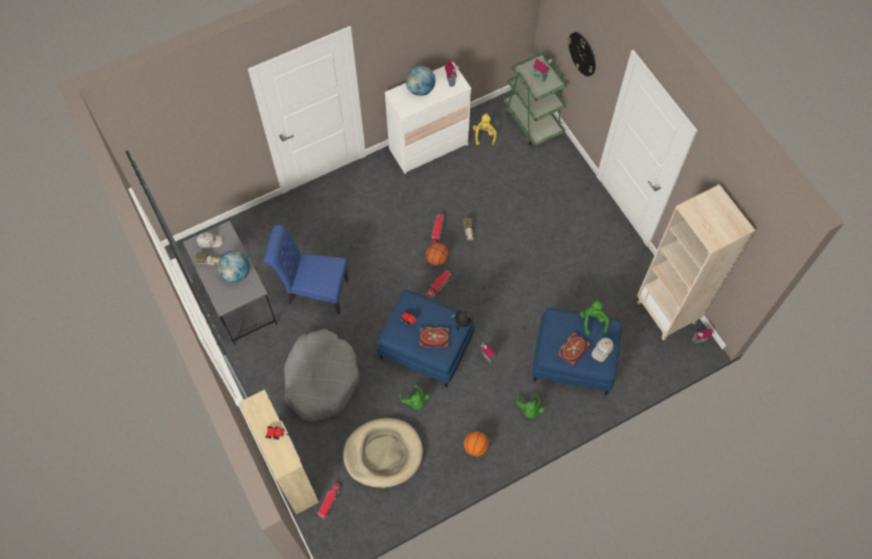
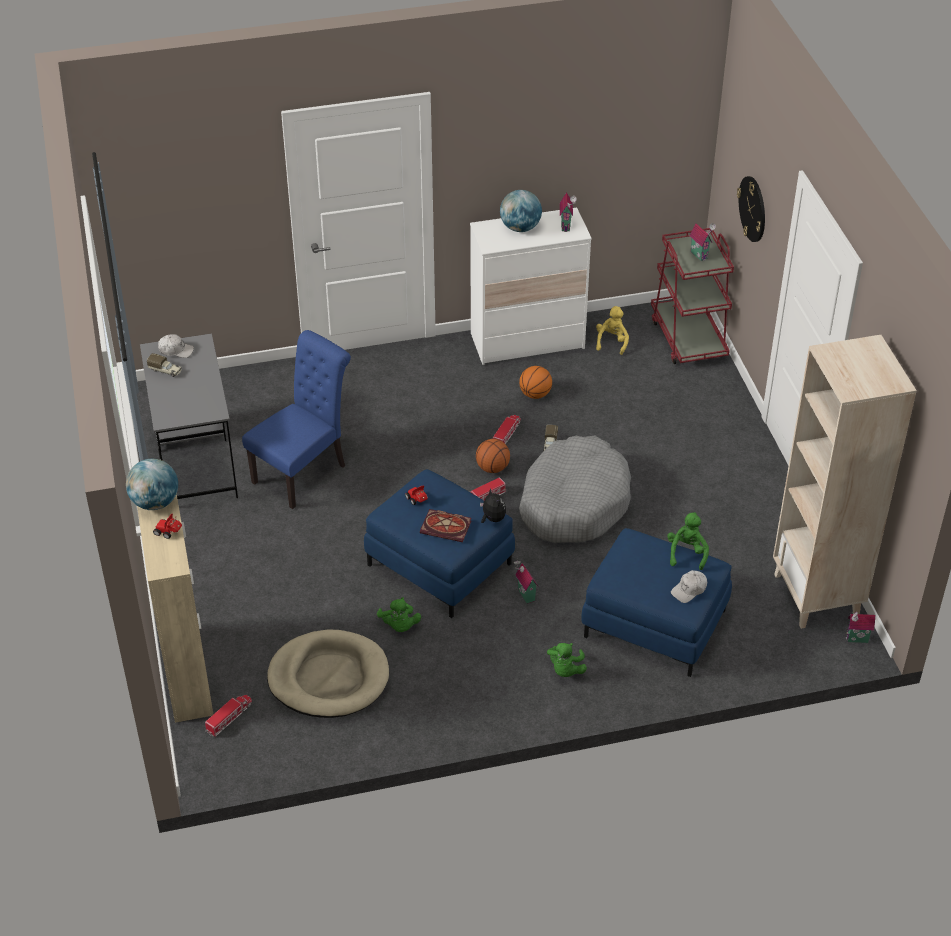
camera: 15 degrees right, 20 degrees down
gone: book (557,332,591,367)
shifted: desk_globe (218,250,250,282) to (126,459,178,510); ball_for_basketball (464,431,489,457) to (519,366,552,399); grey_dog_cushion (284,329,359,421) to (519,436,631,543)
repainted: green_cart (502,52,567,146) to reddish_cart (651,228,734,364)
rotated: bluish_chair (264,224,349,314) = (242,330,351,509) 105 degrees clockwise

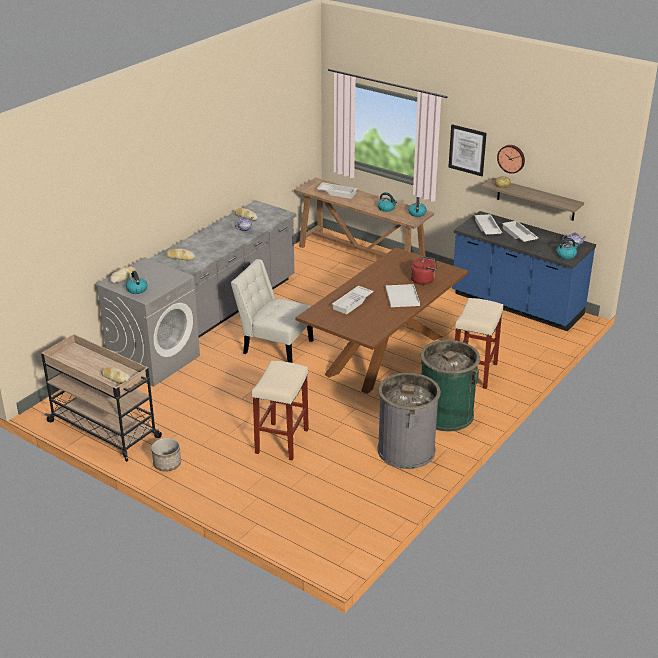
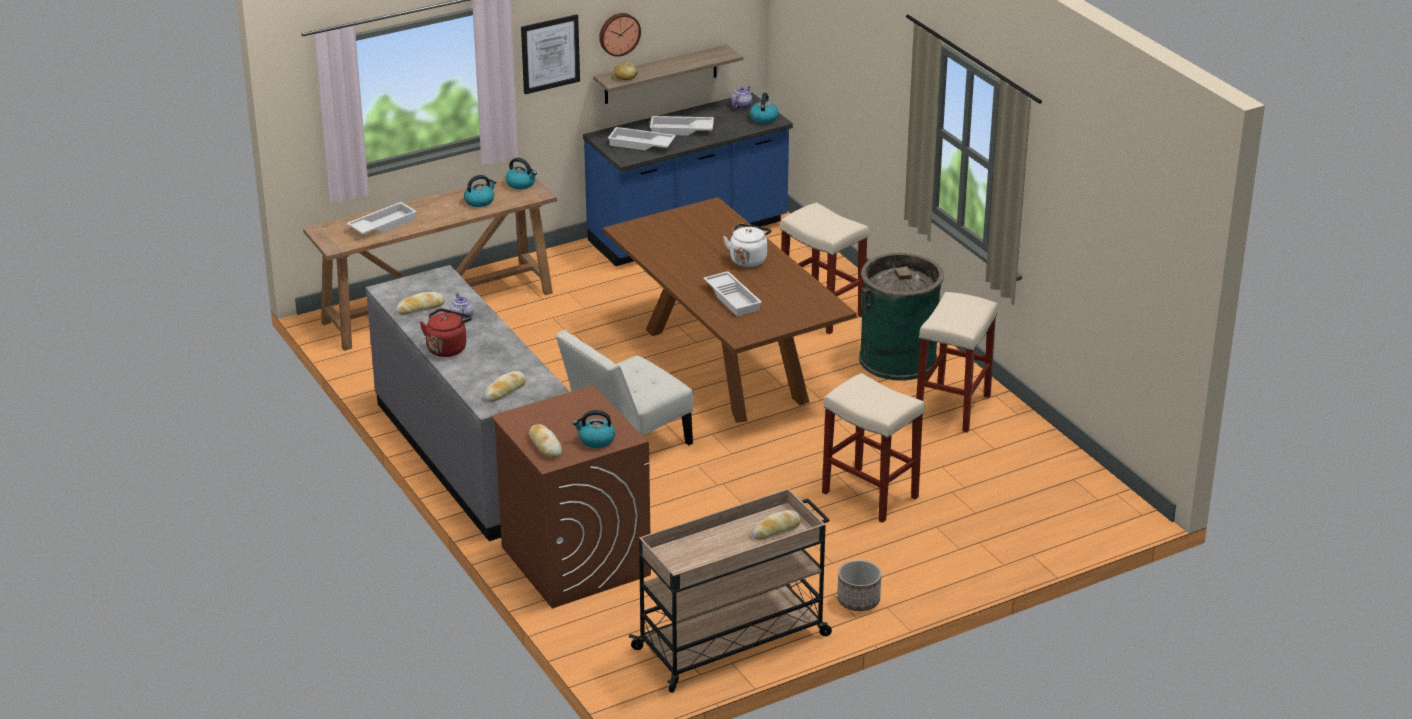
camera: 65 degrees left, 0 degrees up
shifted: reddish_water_kettle (410,256,437,285) to (420,308,472,357)
swapped: whitish_serving_tray (385,284,420,307) to whitish_water_kettle (723,223,771,267); grey_waste_bin (378,373,441,469) to sand-coloured_sitting_stool (916,292,998,433)
repainted: grey_washing_machine (95,257,200,387) to brown_washing_machine (491,385,651,609)

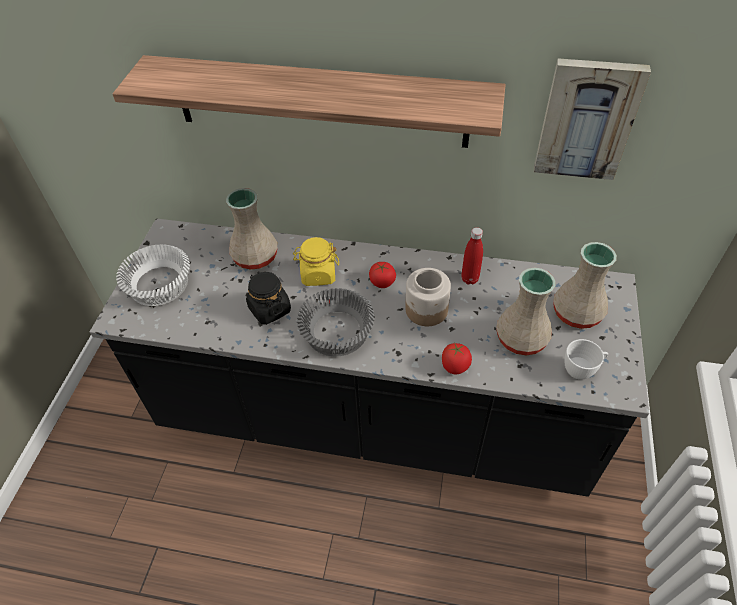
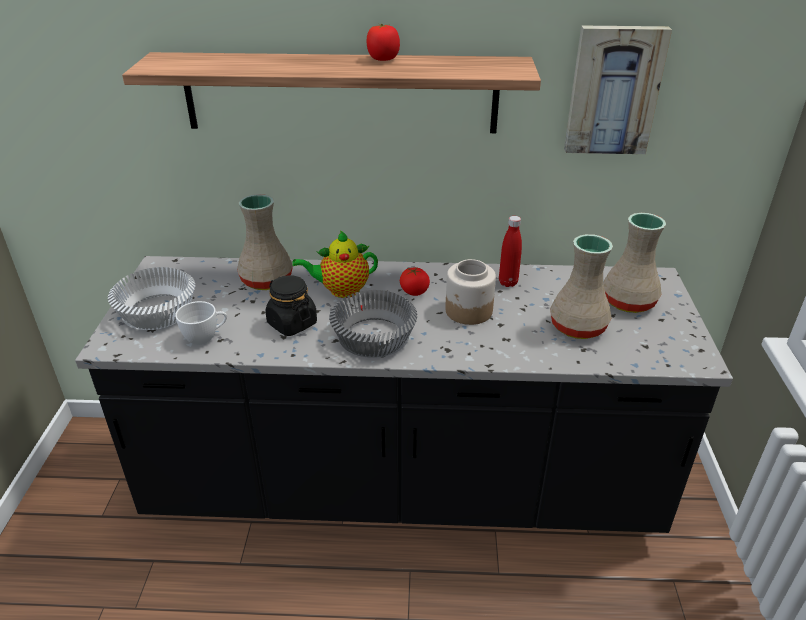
camera: 10 degrees left, 15 degrees down
shifted: whitish_cup (564,339,608,380) to (175,301,227,345); fresh_tomato (442,342,472,374) to (366,24,400,61)
swapped: yellowish_preserve_jar (293,237,339,286) to pot_for_tea (292,231,378,298)

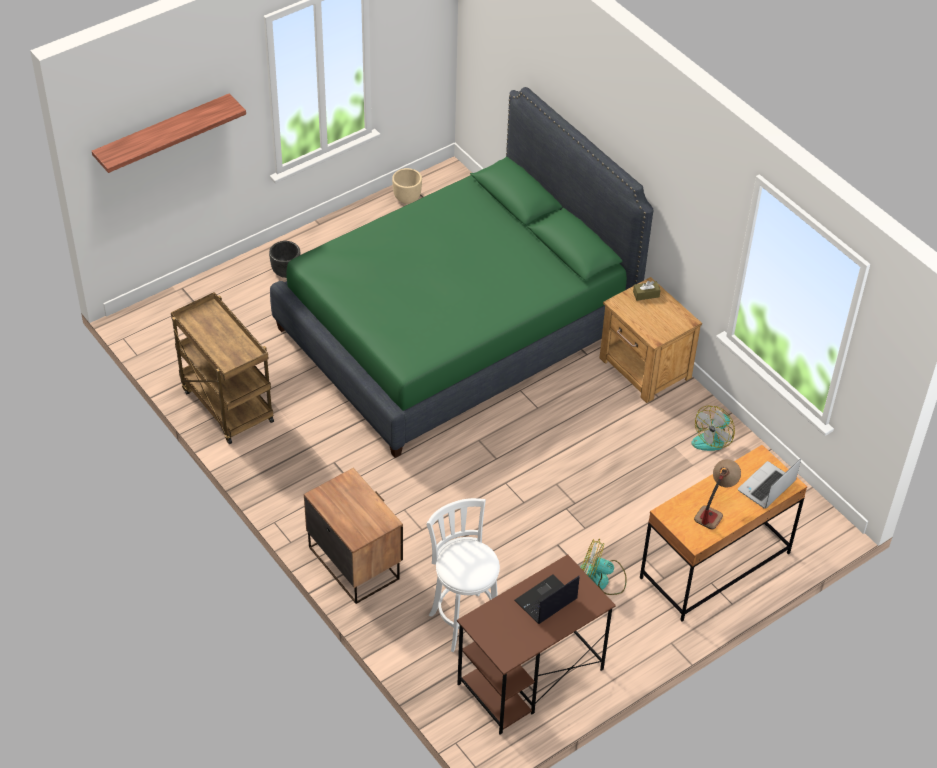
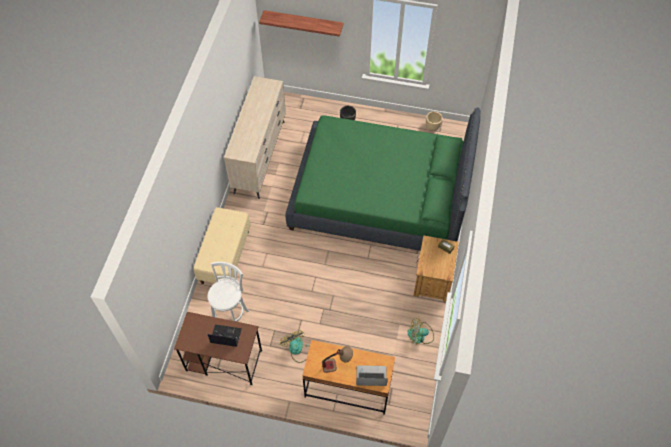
camera: 50 degrees right, 10 degrees up
swapped: nightstand (304,468,403,604) to sand-coloured_long_seat (194,207,251,284); brown_cart (171,292,274,444) to sand-coloured_drawer_chest (224,76,286,199)

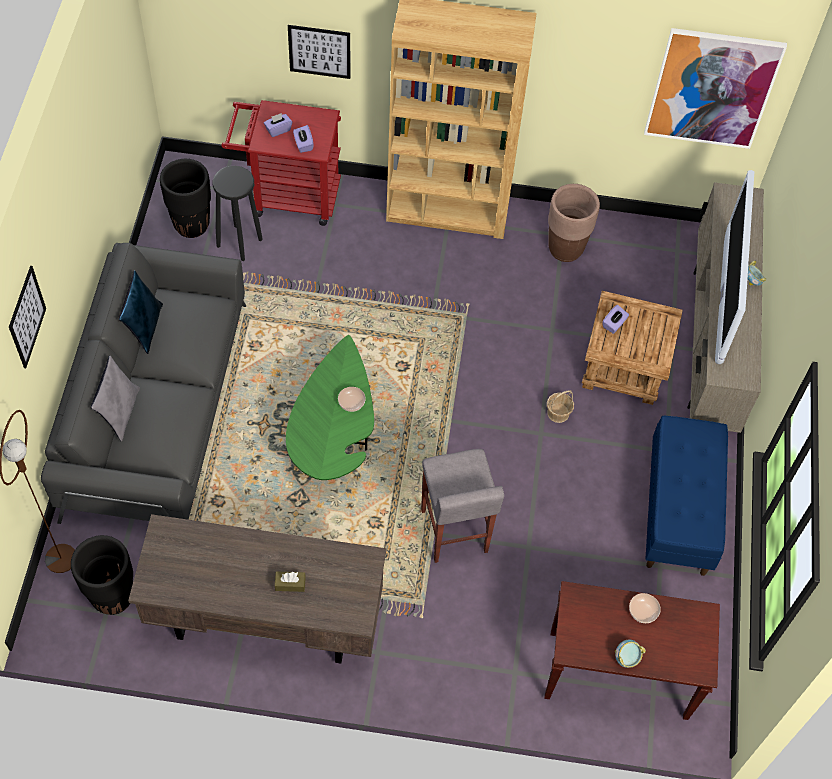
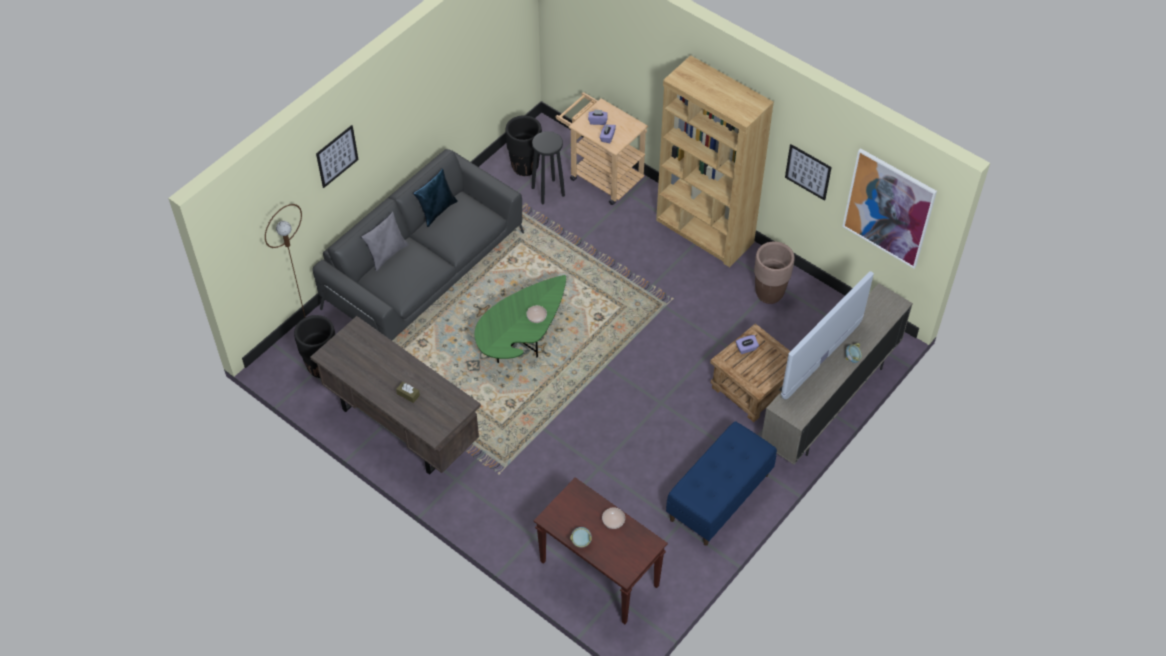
camera: 35 degrees right, 5 degrees down
gone: grey_sitting_stool (421,449,504,563); household_basket (547,390,574,423)
shifted: wall_art (288,25,350,79) to (785,144,832,201)
repainted: reddish_cart (221,100,341,226) to sand-coloured_cart (555,92,648,205)

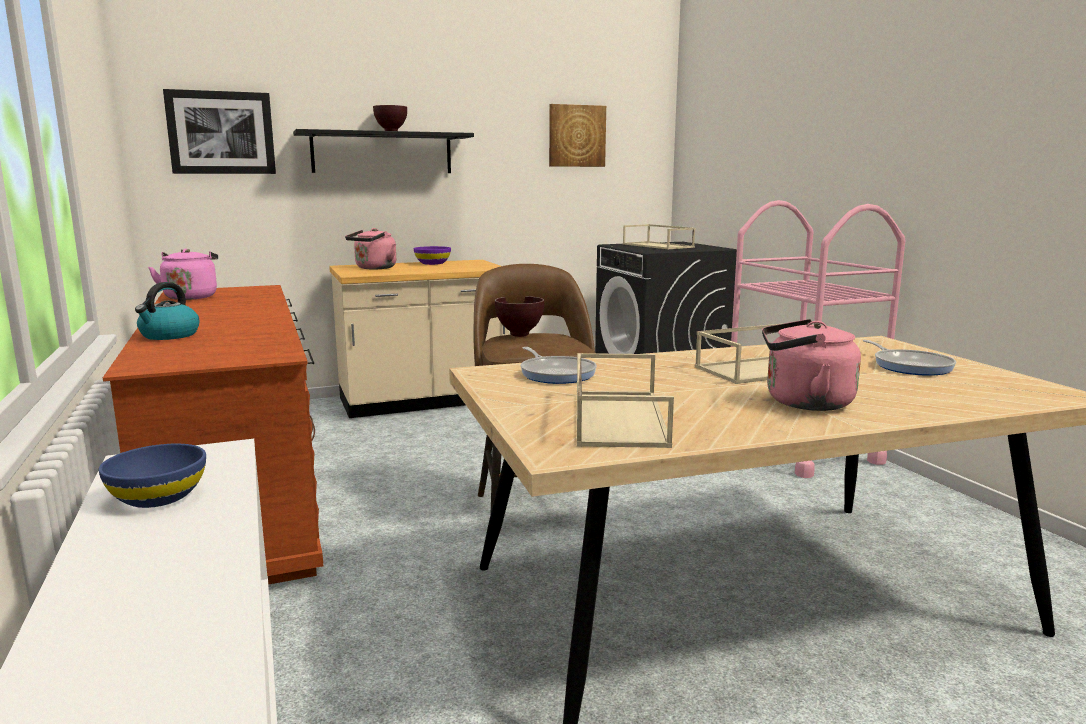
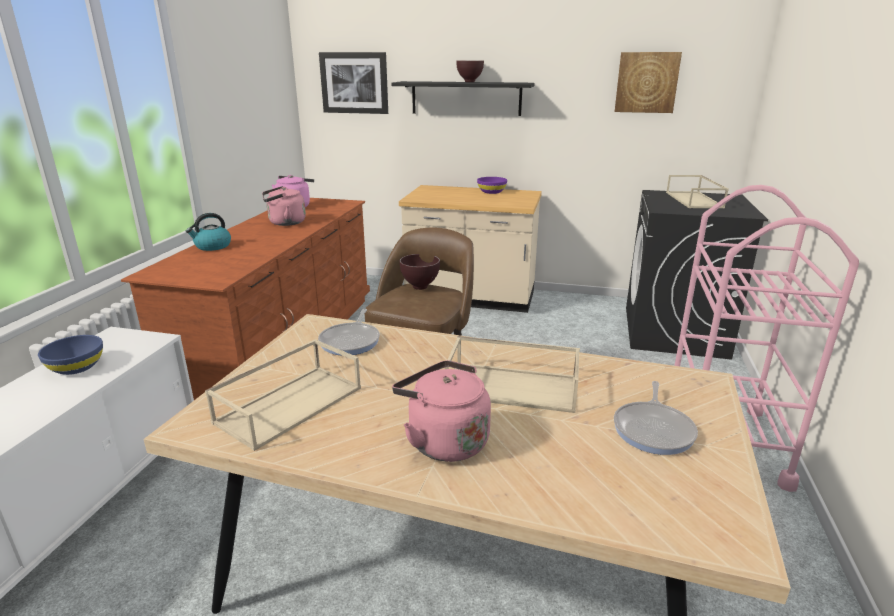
camera: 35 degrees right, 10 degrees up
shifted: pinkish_water_kettle (345,228,396,269) to (262,186,306,226)

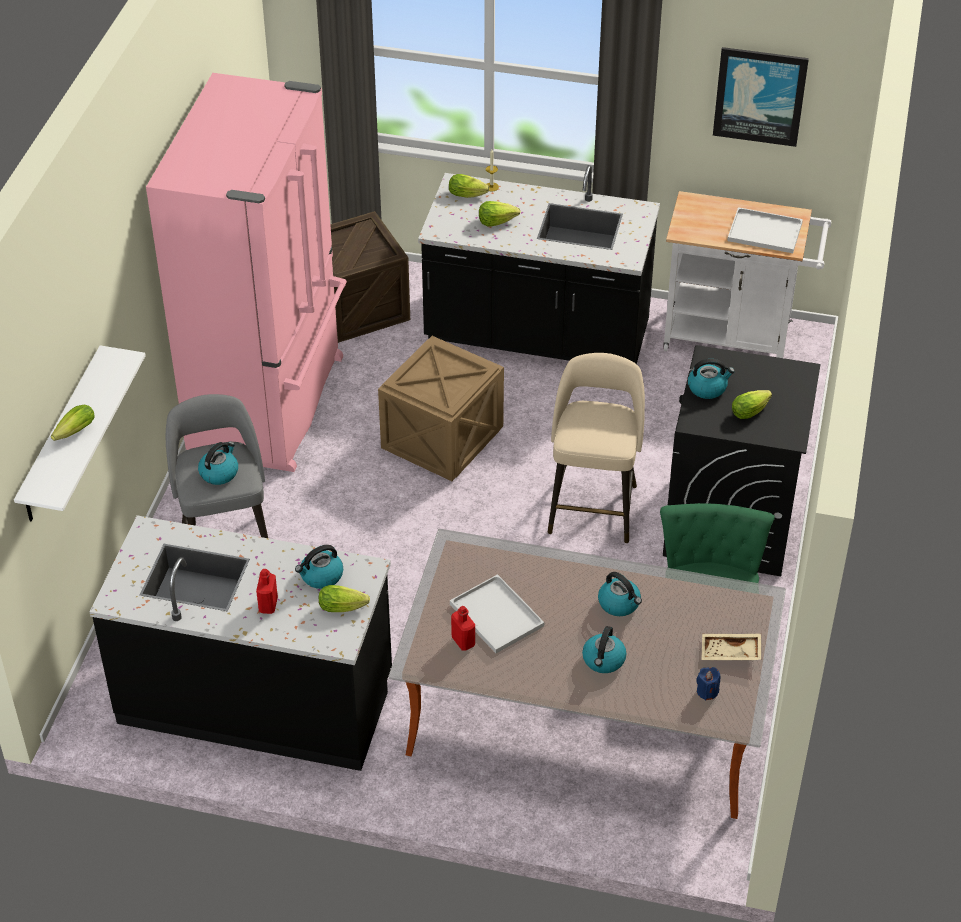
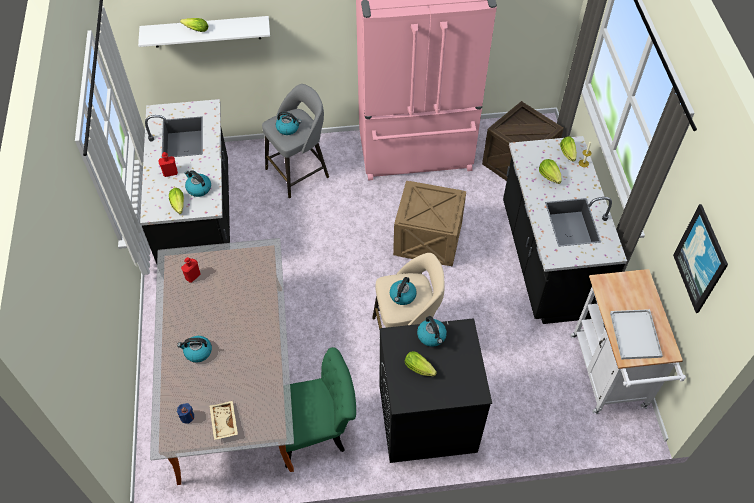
camera: 70 degrees right, 10 degrees up
gone: whitish_serving_tray (450,574,544,653)
shifted: water_kettle (598,572,642,616) to (390,277,417,305)

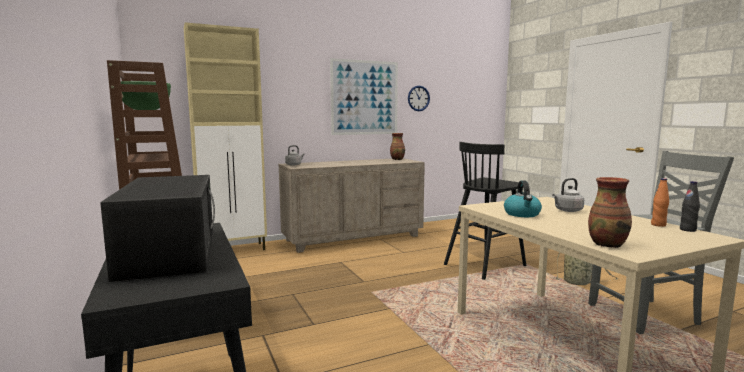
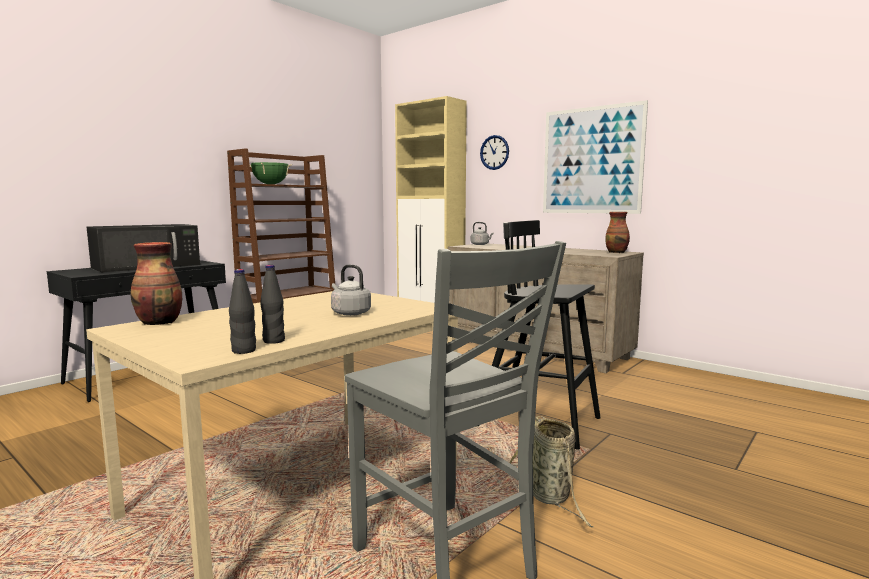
camera: 65 degrees right, 0 degrees up
gone: water_kettle (504,180,542,217)
shifted: hanging_clock (408,86,430,111) to (480,135,509,170)
repainted: orangey_drink_bottle (651,178,669,227) to blackish_drink_bottle (260,265,285,344)

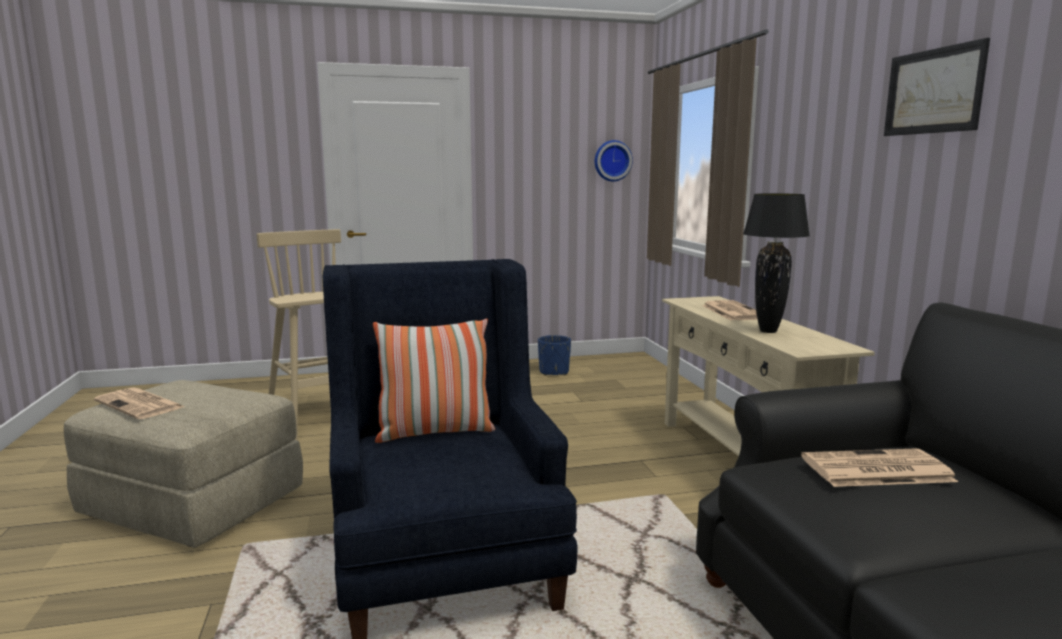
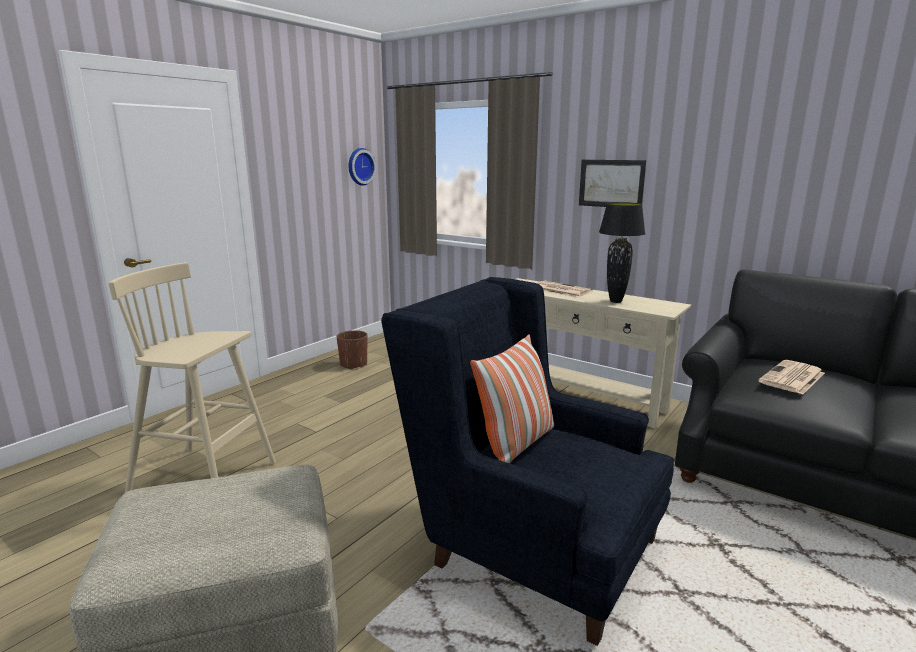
camera: 40 degrees left, 5 degrees up
gone: daily_paper (94,387,184,419)
shifted: wall_art (884,38,990,136) to (579,160,646,207)
repainted: bluish_flower_pot (538,335,571,376) to brown_flower_pot (337,330,367,369)

